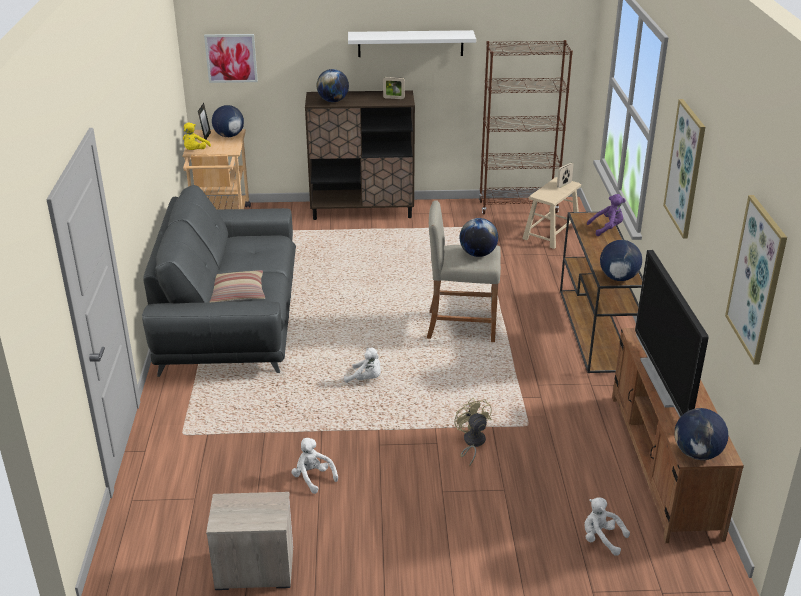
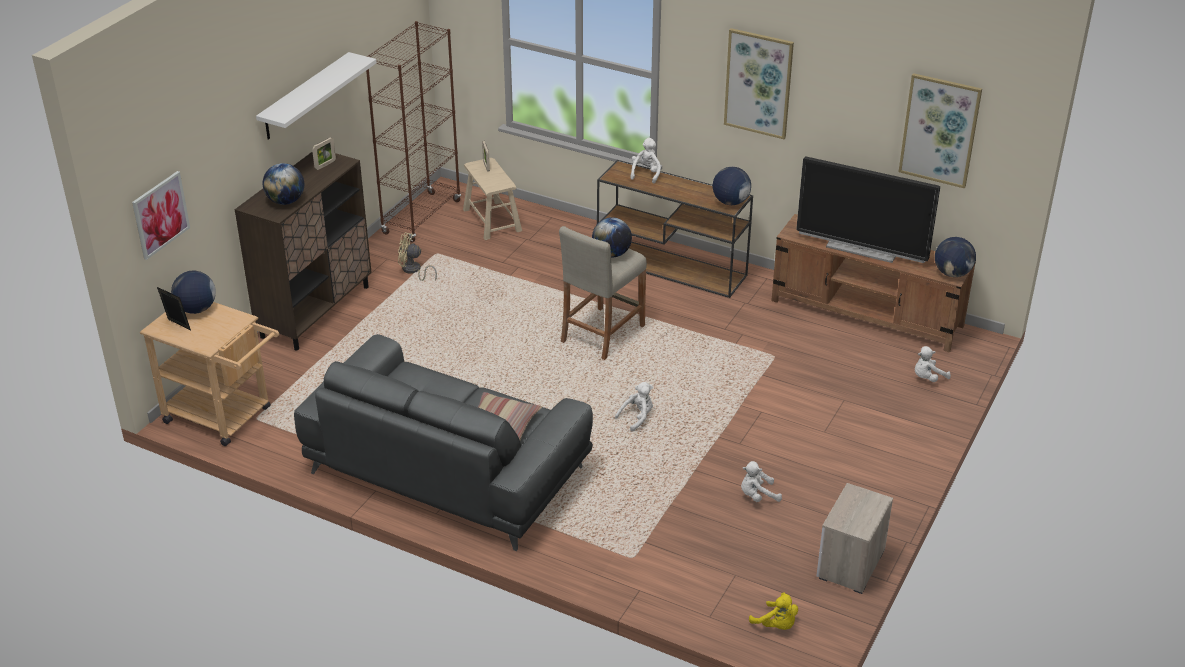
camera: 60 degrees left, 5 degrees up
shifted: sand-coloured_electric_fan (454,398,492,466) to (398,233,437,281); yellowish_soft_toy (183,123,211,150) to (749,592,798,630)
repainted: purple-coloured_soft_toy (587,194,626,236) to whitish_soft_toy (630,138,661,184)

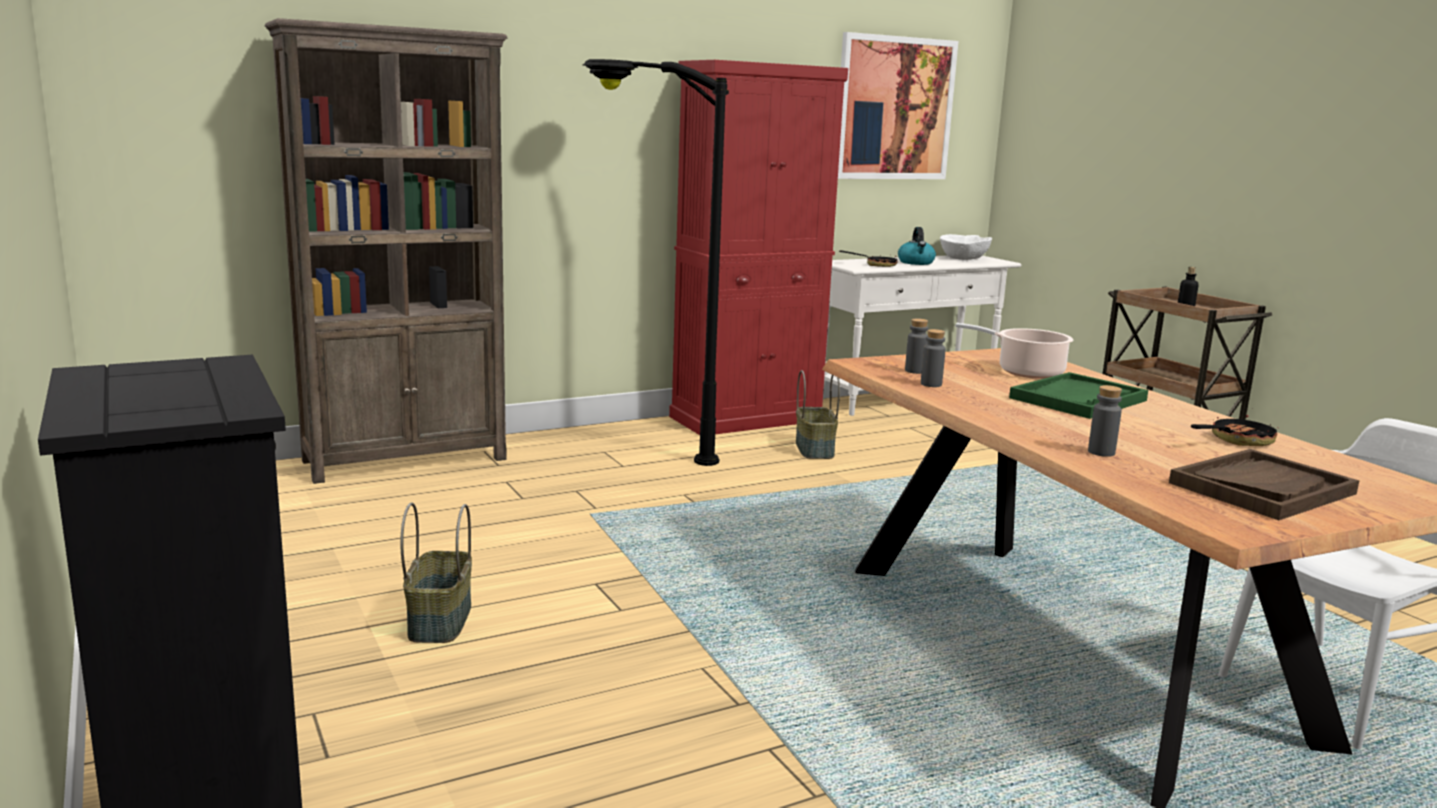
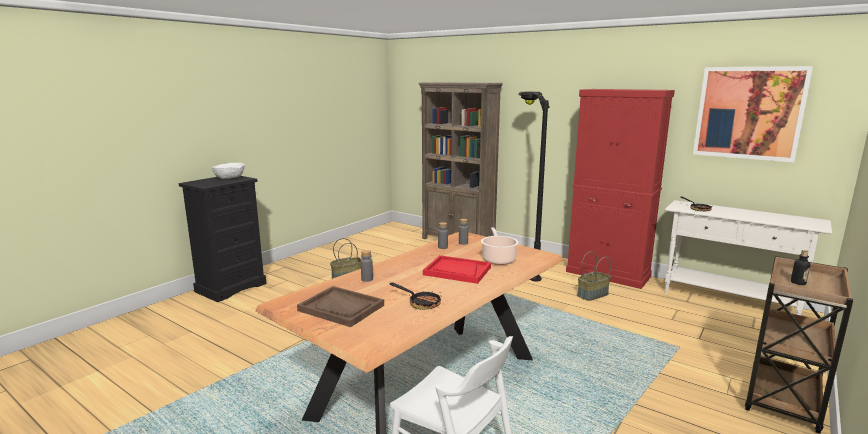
camera: 65 degrees right, 0 degrees up
gone: water_kettle (898,227,936,265)
shifted: whitish_bowl (940,234,992,260) to (212,163,245,179)
repainted: green_serving_tray (1009,372,1148,419) to reddish_serving_tray (423,255,491,284)

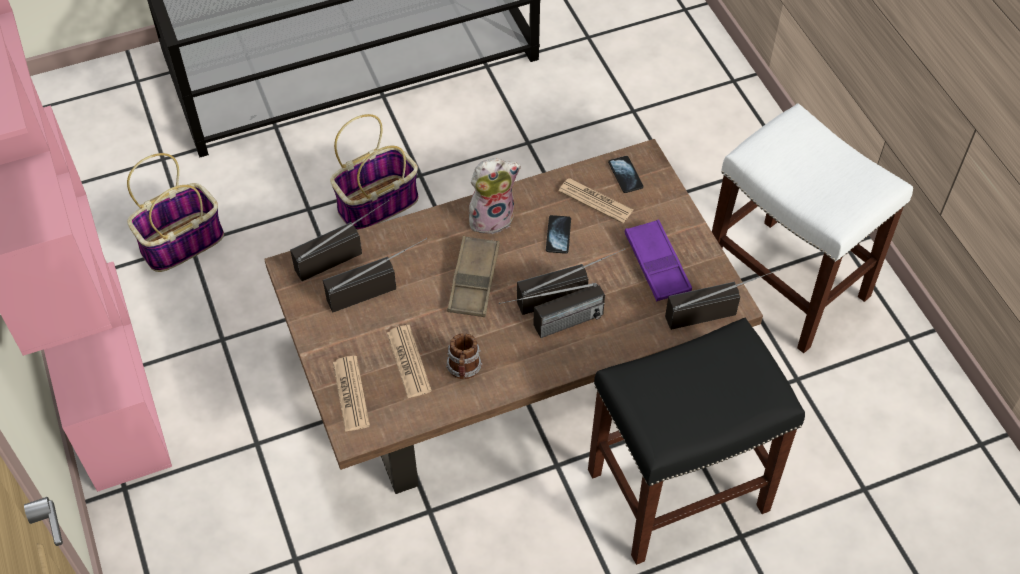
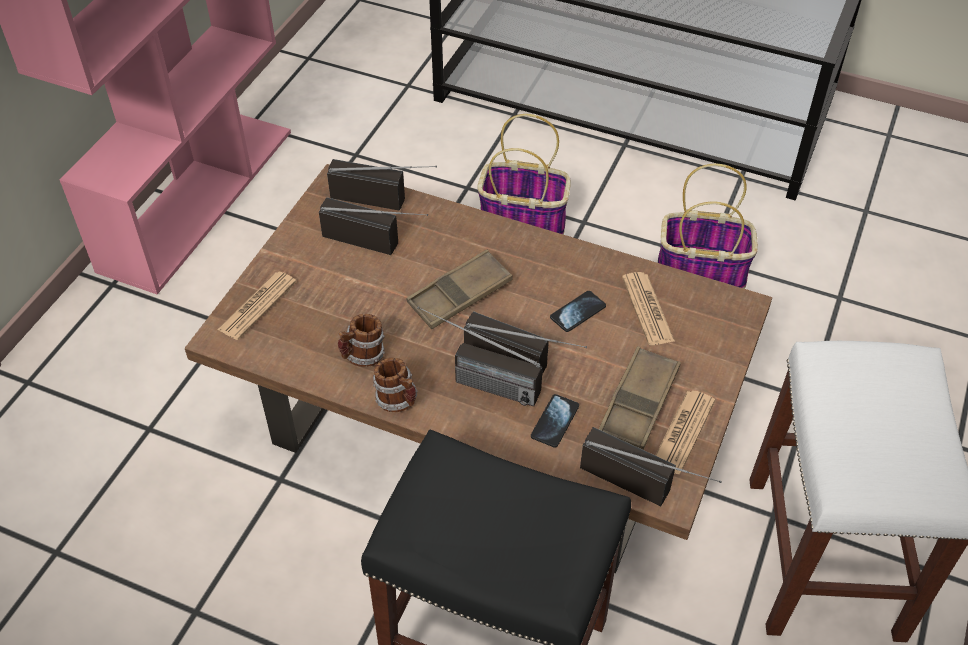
camera: 45 degrees right, 5 degrees down
gone: soft_toy (469,158,521,237)
new: coffee_mug (373,358,418,412)
shifted: telephone (608,156,643,193) to (531,394,579,448); daily_paper (387,325,432,398) to (655,390,715,474); household_basket (127,153,224,272) to (658,164,758,289)
repainted: purple-coloured_serving_tray (625,219,692,301) to brown_serving_tray (599,346,681,450)

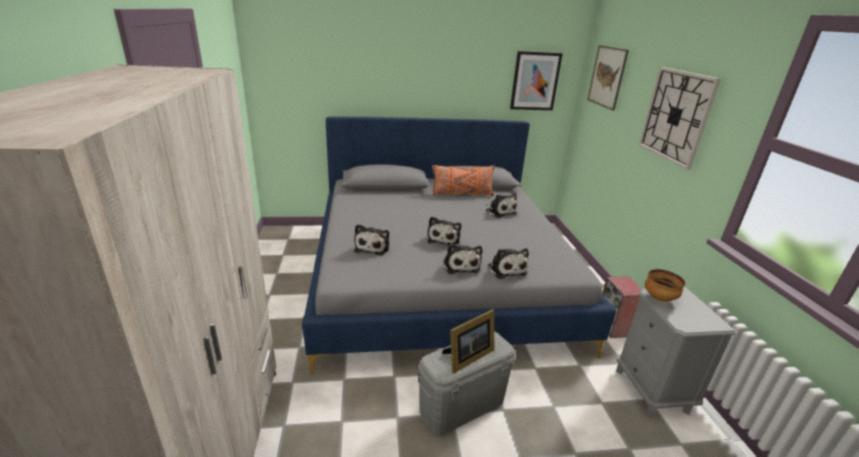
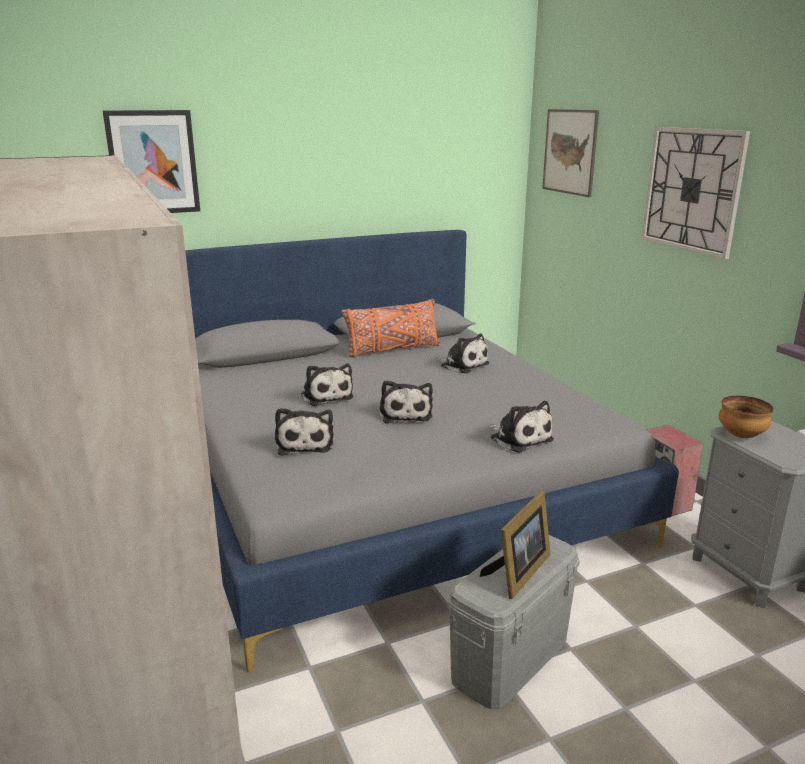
camera: 15 degrees left, 5 degrees down
shifted: wall_art (510,51,563,110) to (103,110,200,213); soft_toy (443,244,482,274) to (301,364,354,406)

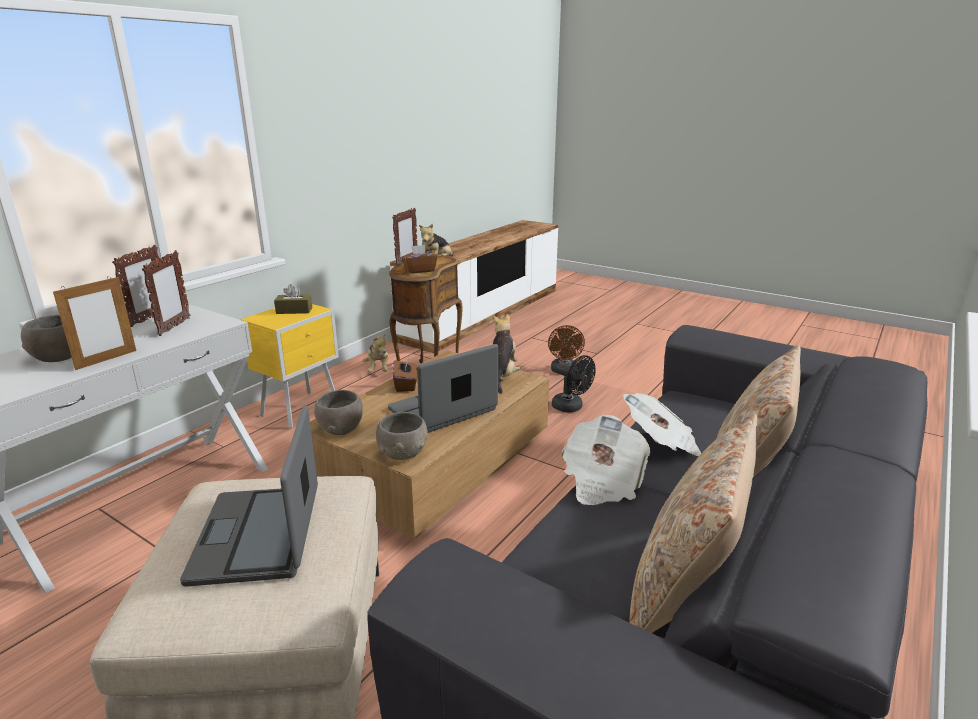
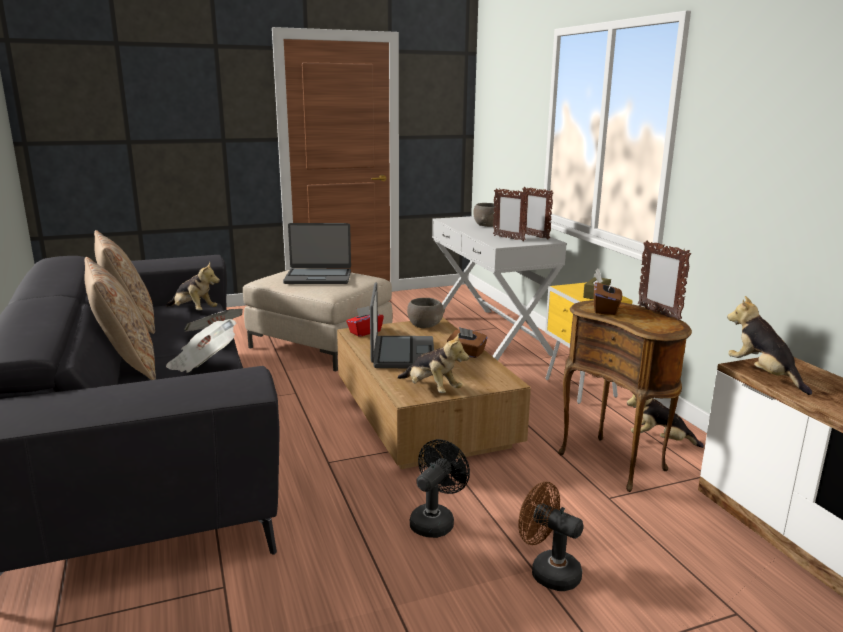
camera: 125 degrees right, 5 degrees down
gone: photo_frame (53,276,136,370)
new: soft_toy (166,263,220,311)
swapped: grey_bowl (376,412,428,460) to reddish_tissue_box (346,306,384,337)
rotated: notebook_computer (180,405,318,587) = (283,223,351,284) 150 degrees clockwise; blackish_electric_fan (552,355,596,412) = (410,439,470,538) 135 degrees clockwise

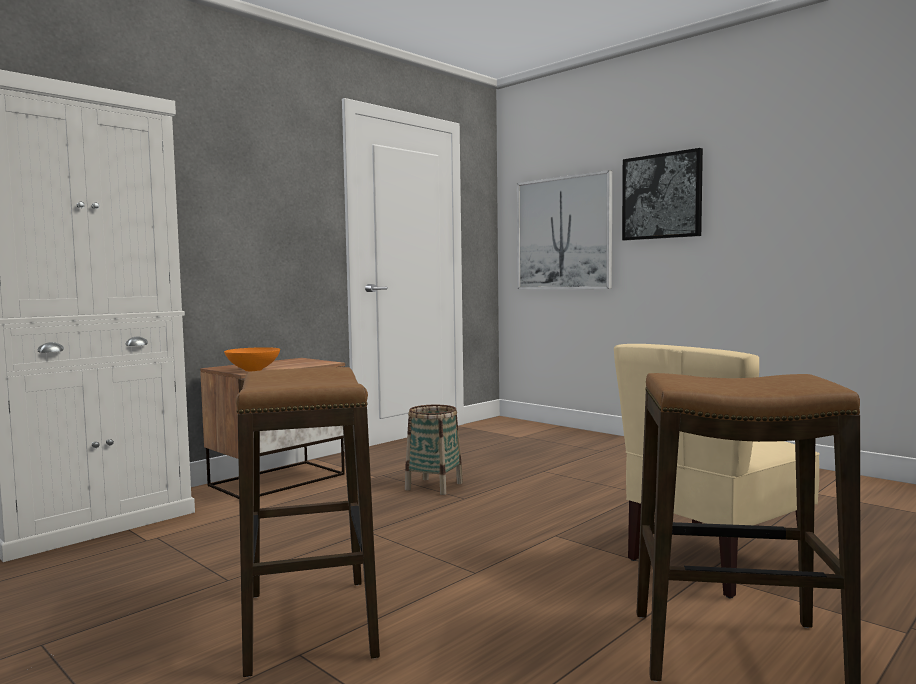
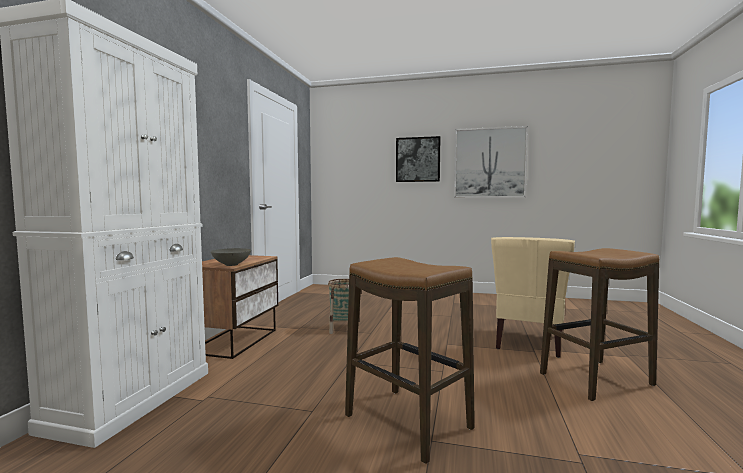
camera: 30 degrees left, 0 degrees up
shifted: wall_art (517,170,612,289) to (454,126,528,198)
repainted: orangey_bowl (224,347,280,371) to grey_bowl (211,248,251,266)

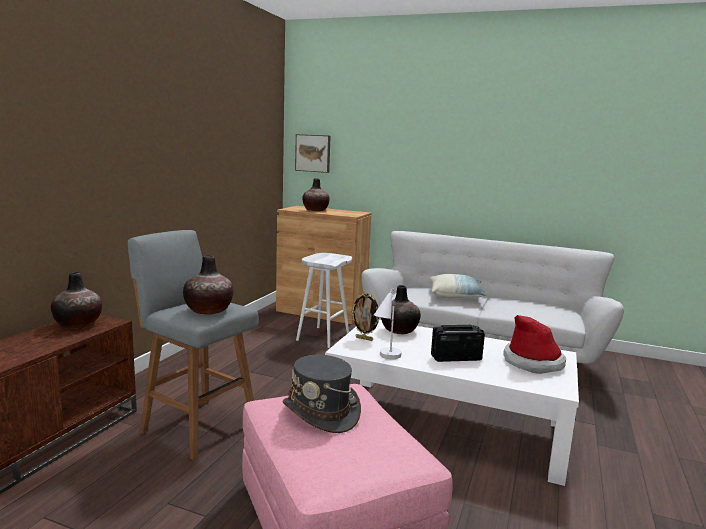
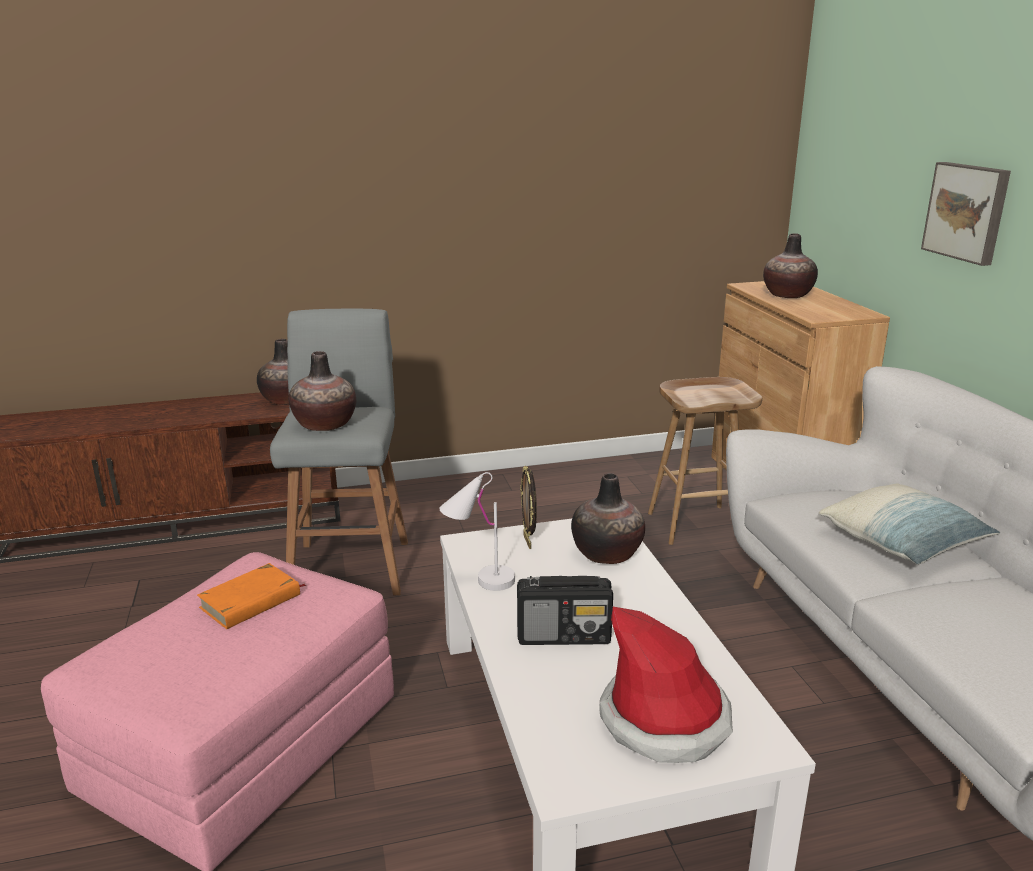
camera: 55 degrees right, 10 degrees up
shifted: wall_art (295,134,331,173) to (921,162,1011,266)
swapped: grey_hat (282,355,361,433) to orangey_book (197,563,306,629)
repainted: whitish_sitting_stool (296,253,352,348) to brown_sitting_stool (648,377,762,545)
rotated: radio_set (431,325,485,362) = (517,576,613,645) 135 degrees clockwise

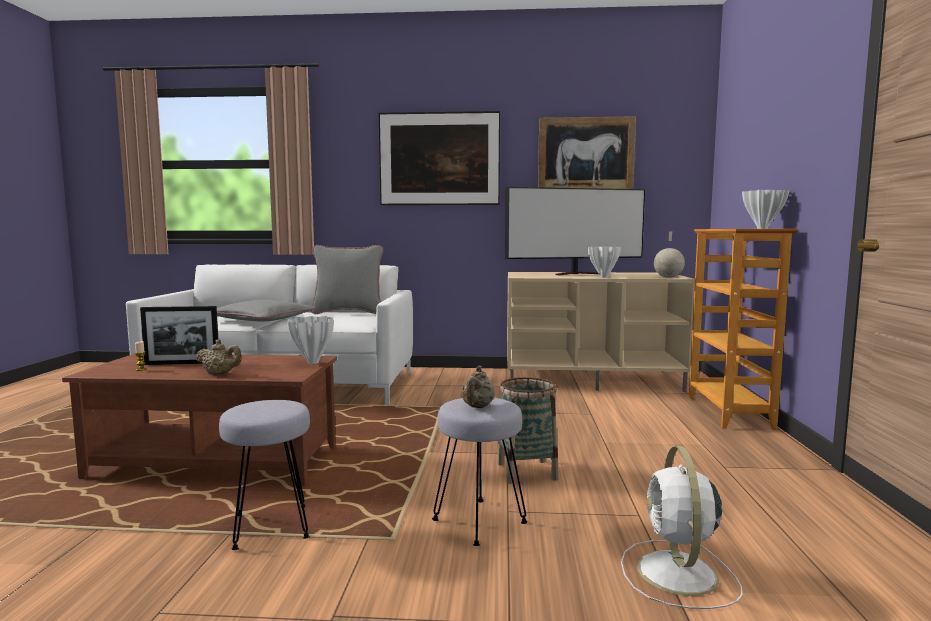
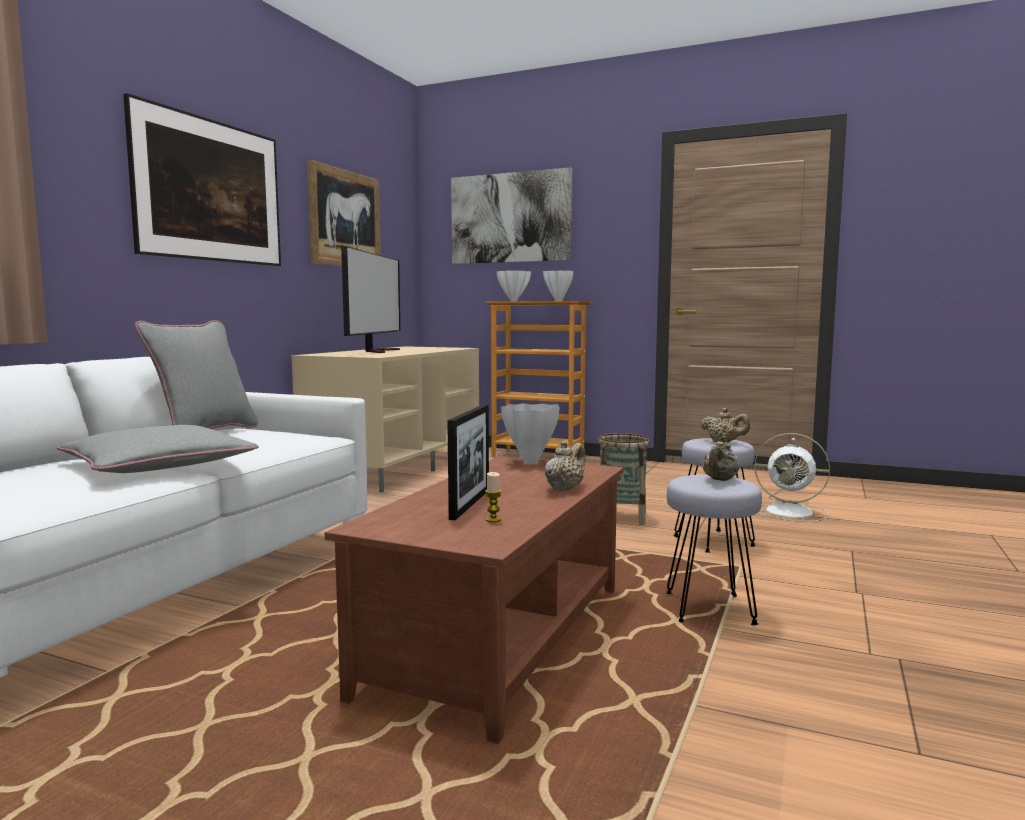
camera: 70 degrees left, 0 degrees up
gone: desk_globe (654,232,685,278)
new: wall_art (451,167,572,264); sand-coloured_pot_for_tea (703,436,739,481)
shifted: whitish_vase (587,247,621,278) to (497,270,531,301)

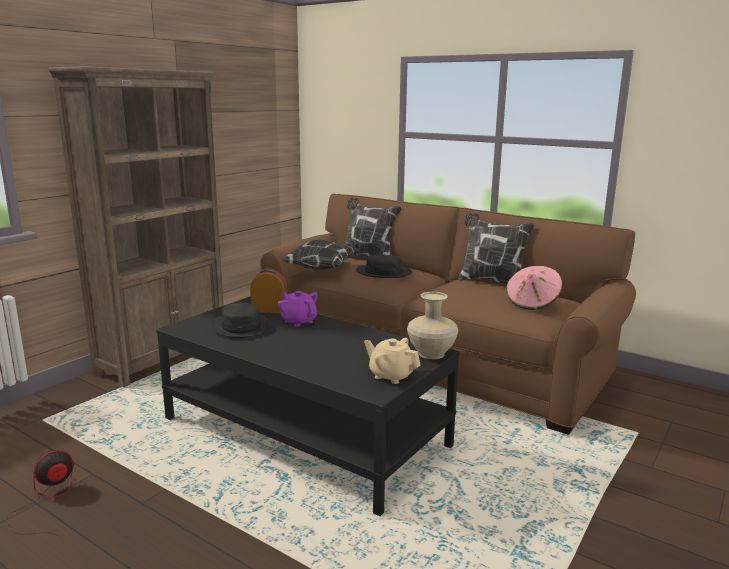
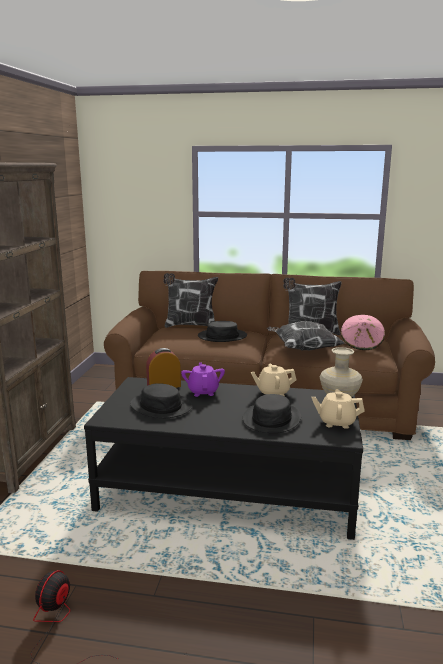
camera: 25 degrees left, 0 degrees up
new: blackish_hat (243,394,301,433); sand-coloured_pot_for_tea (251,364,296,396)
shifted: pillow (280,239,359,270) to (267,321,345,350)
rotated: purple-coloured_pot_for_tea (278,291,318,327) = (181,362,225,397) 60 degrees clockwise

